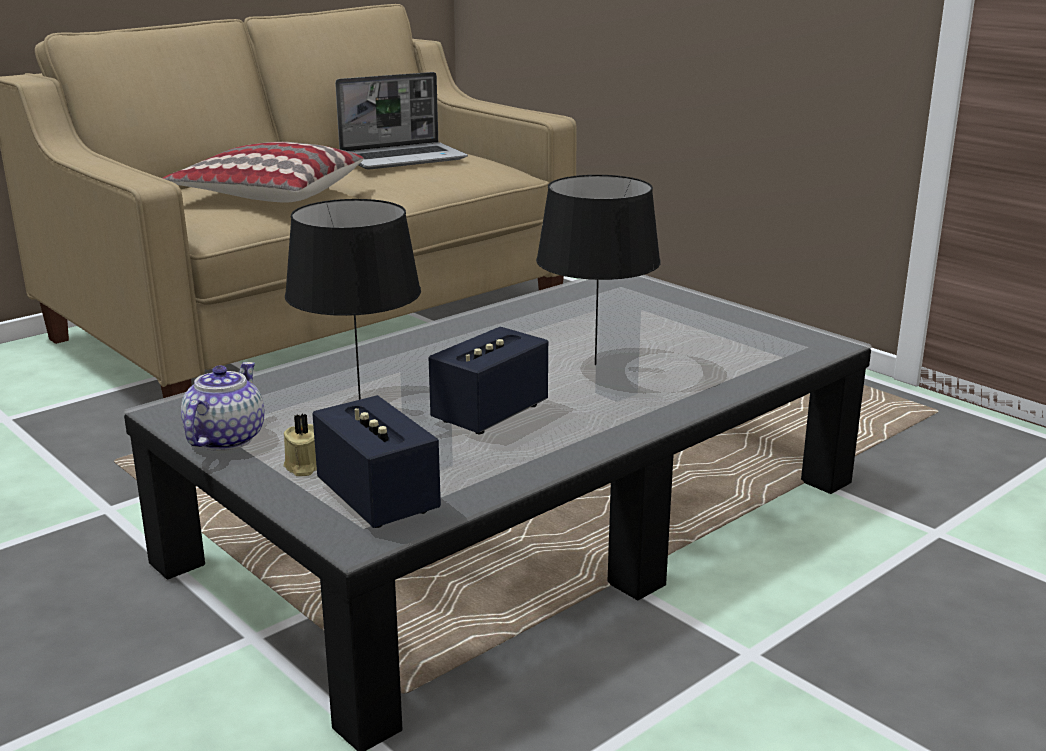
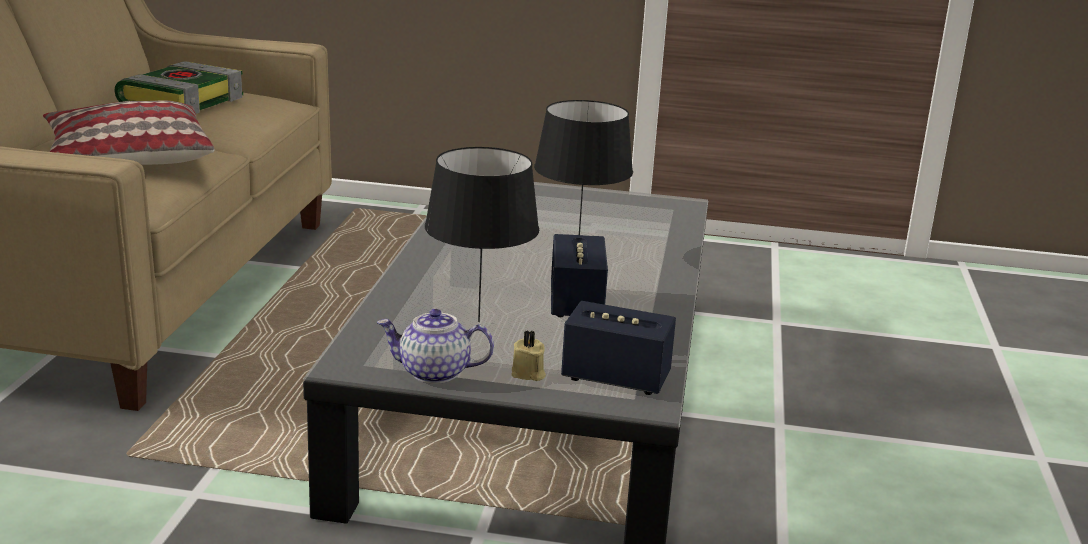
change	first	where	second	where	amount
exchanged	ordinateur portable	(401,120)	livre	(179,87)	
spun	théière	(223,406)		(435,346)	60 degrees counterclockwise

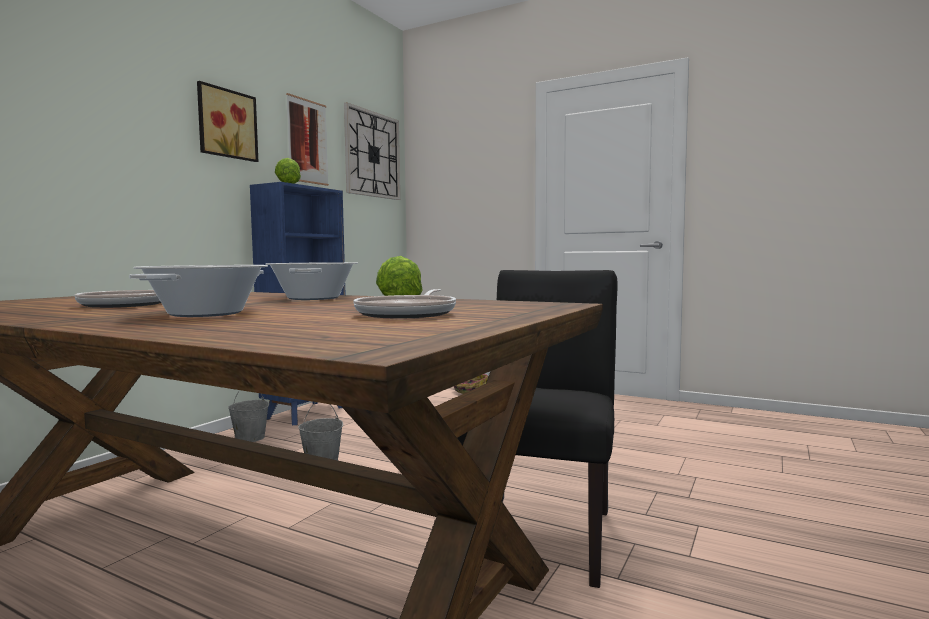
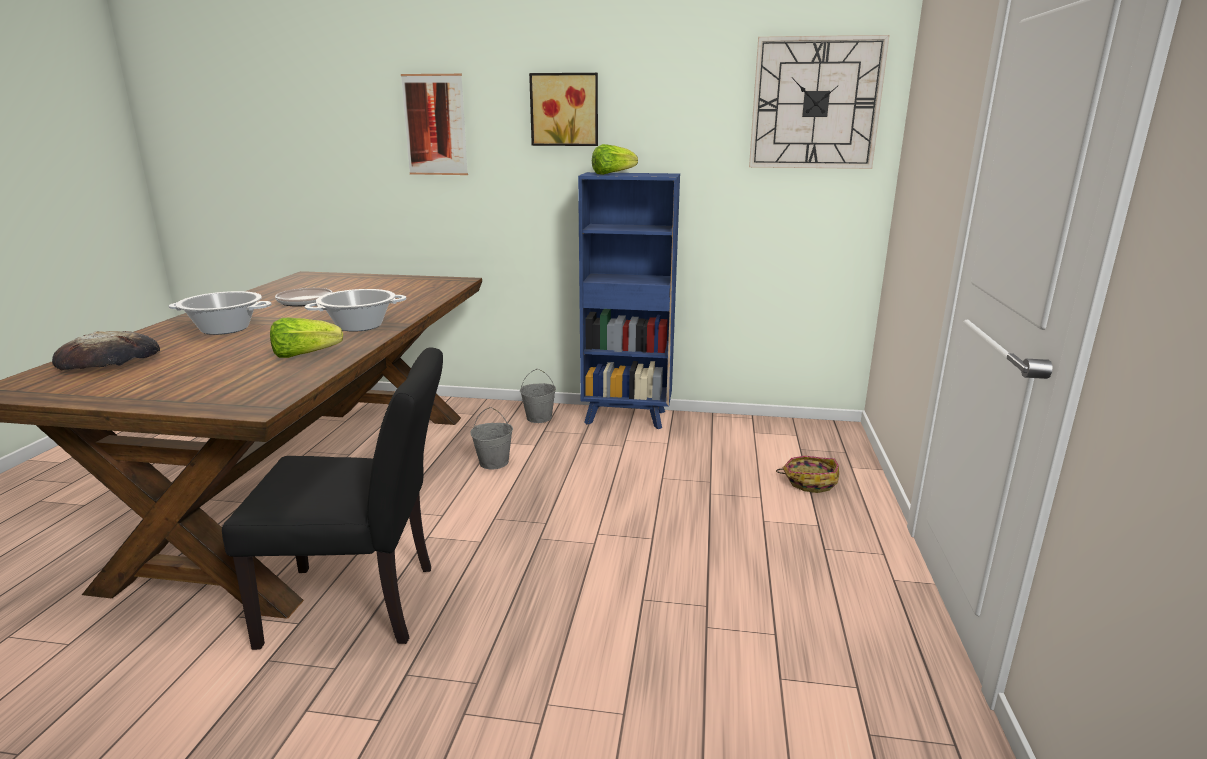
change	first	where	second	where	amount
appeared			pain	(106,351)	
relocated	tableau	(307,139)		(434,124)	
missing	poêle	(404,303)			

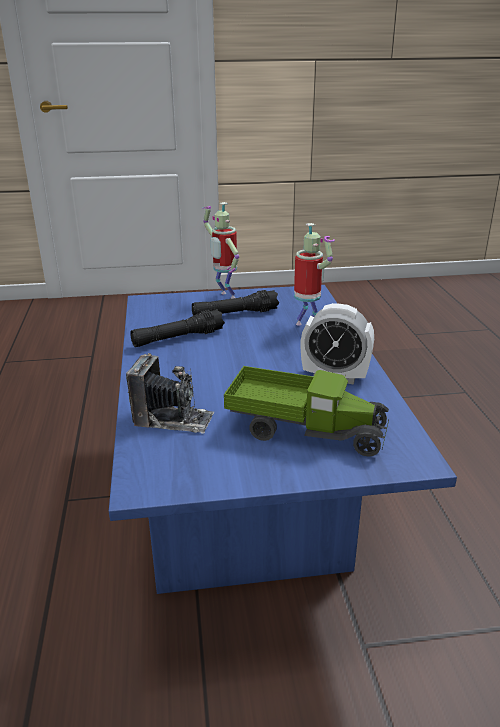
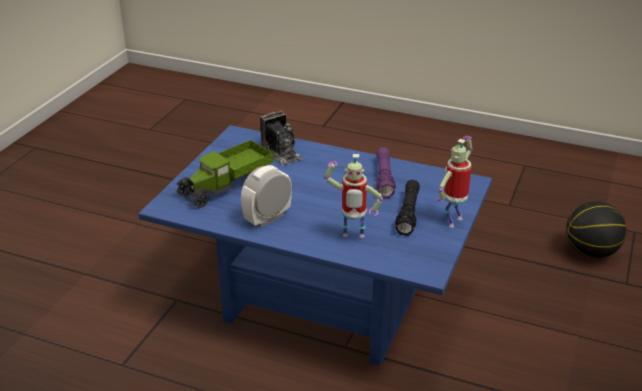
change	first	where	second	where	amount
spun	appareil photo	(170,393)		(281,138)	75 degrees counterclockwise
colour	lampe de poche (noir)	(177,328)	lampe de poche (violet)	(386,172)	
spun	robot jouet	(220,250)		(454,182)	45 degrees counterclockwise
appeared			ballon de basket	(596,229)	

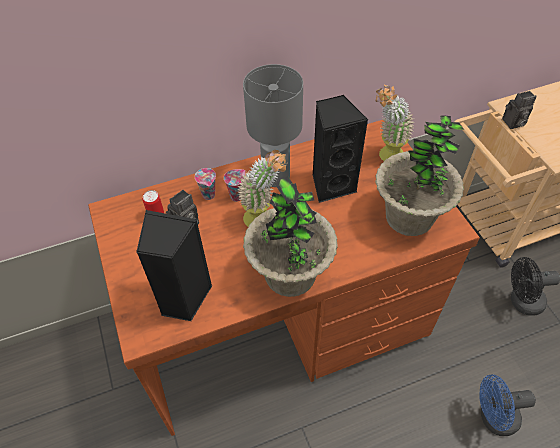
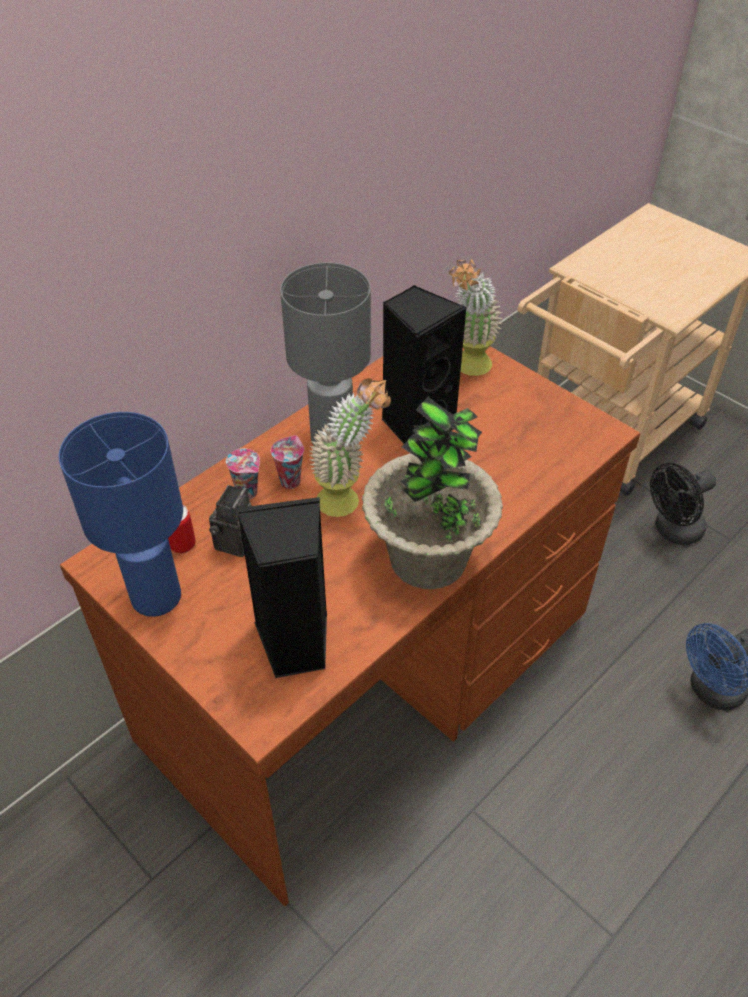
change	first	where	second	where	amount
appeared			lampe de table (bleu)	(120,514)	
missing	plante en pot	(419,175)			
missing	appareil photo	(519,110)			

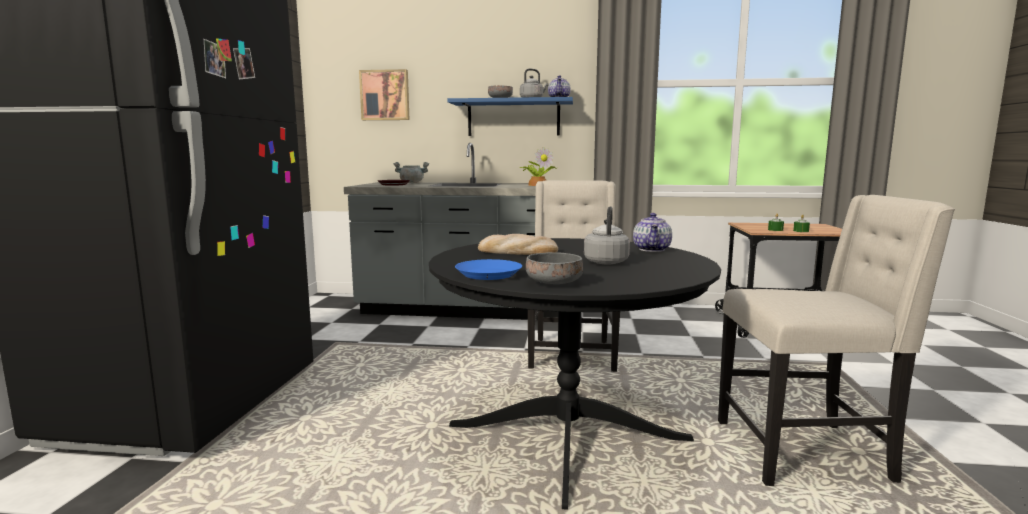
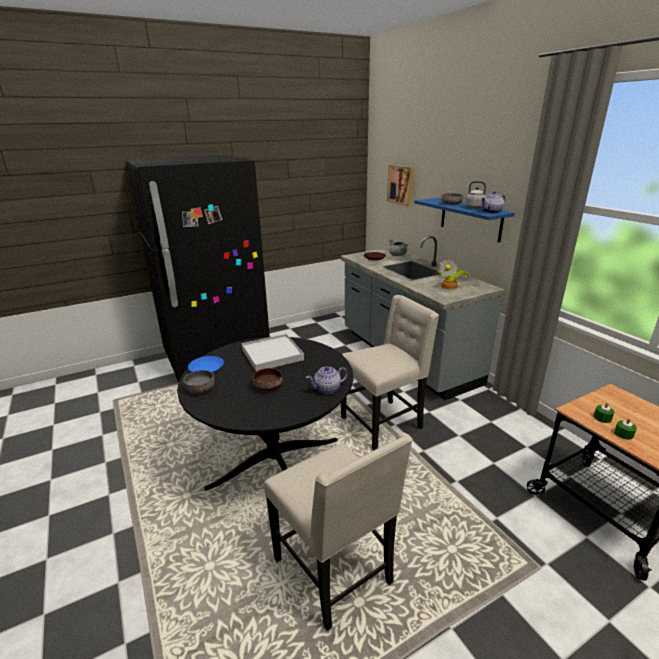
change	first	where	second	where	amount
exchanged	pain	(518,244)	plateau (blanc)	(273,353)	
exchanged	bouilloire (gris)	(607,235)	bol (marron)	(268,379)	

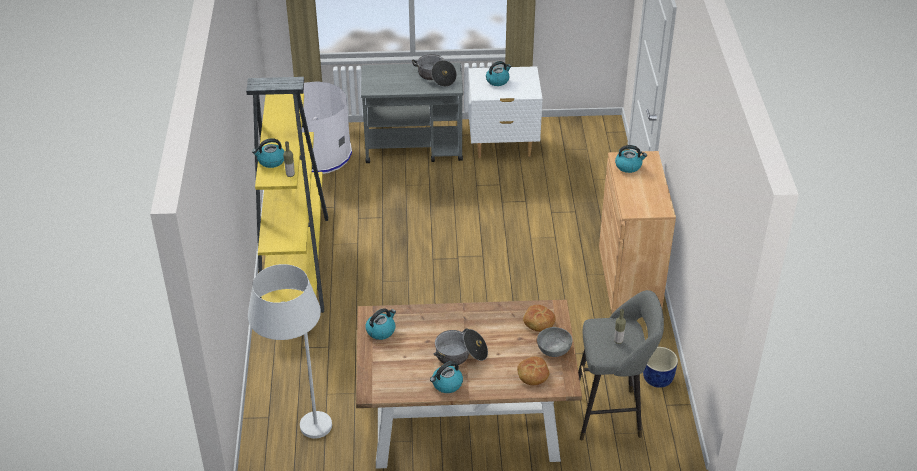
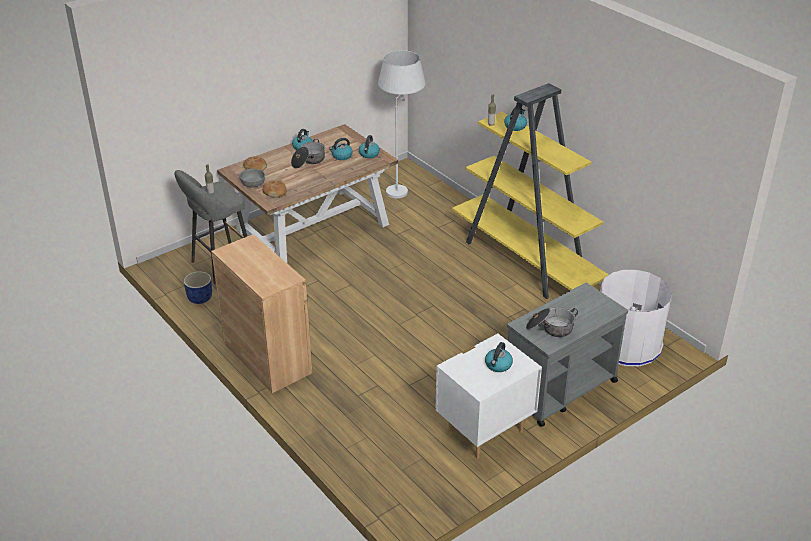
change	first	where	second	where	amount
relocated	bouilloire	(631,159)		(341,149)	

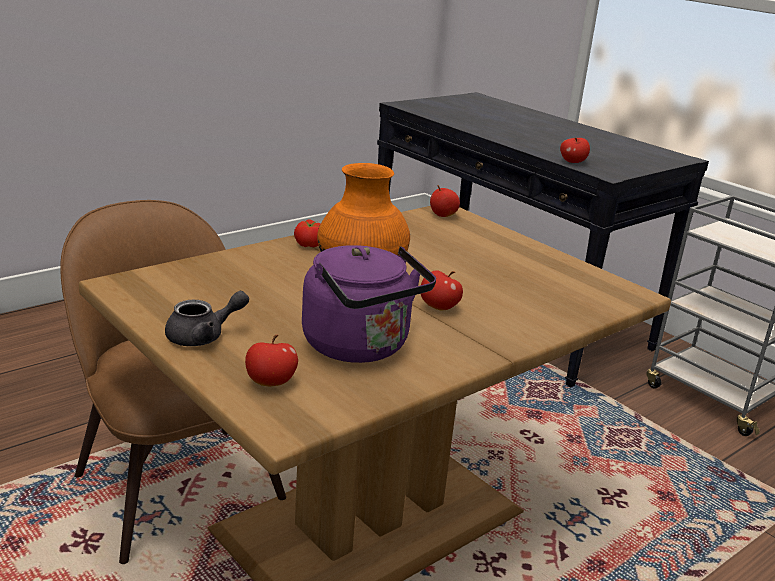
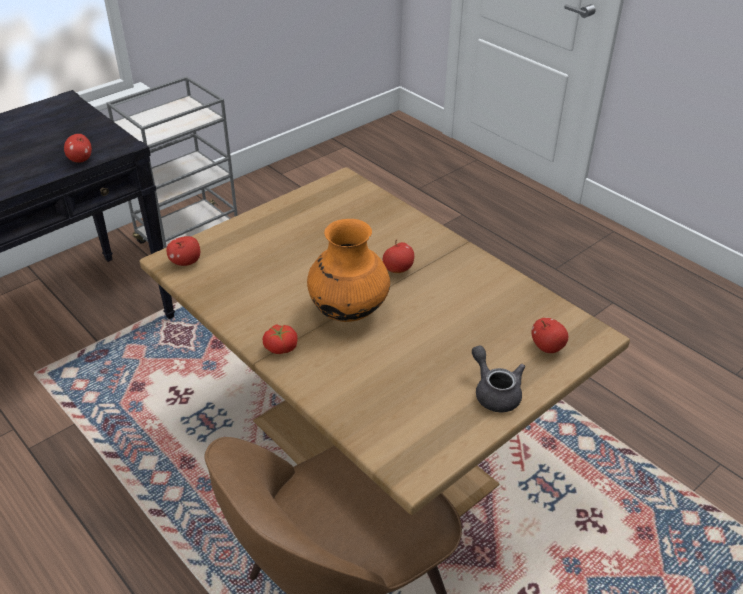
change	first	where	second	where	amount
missing	bouilloire (violet)	(369,304)			

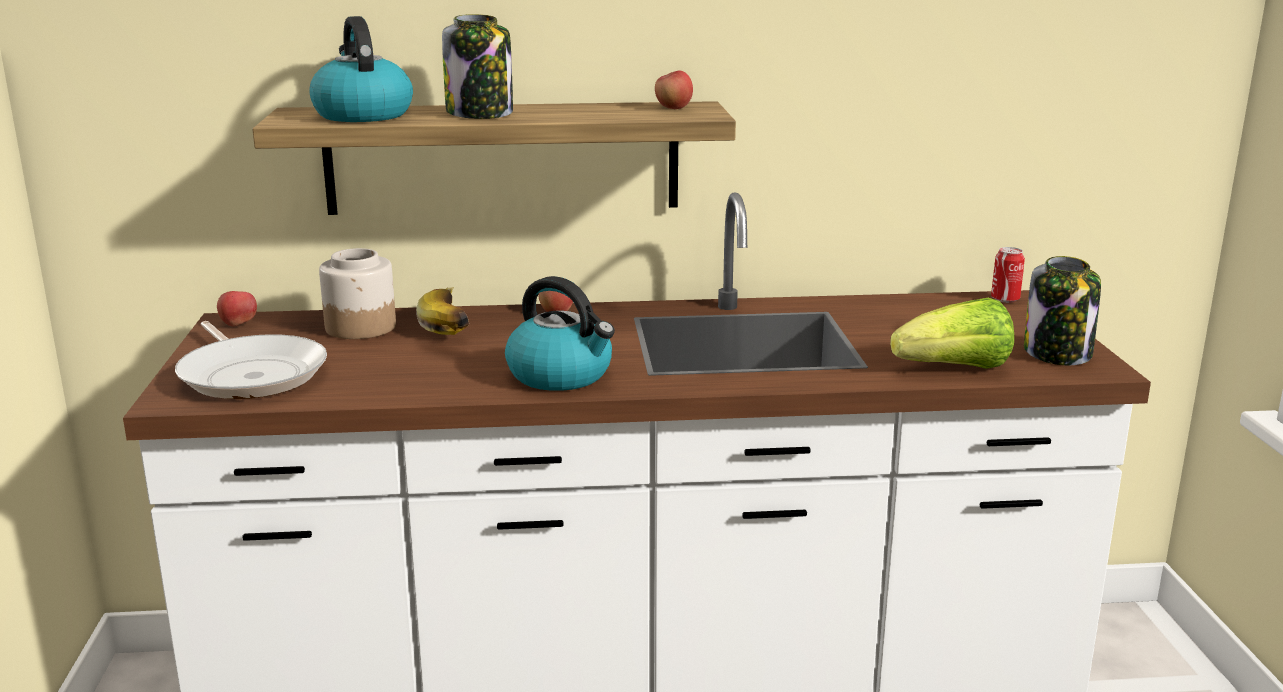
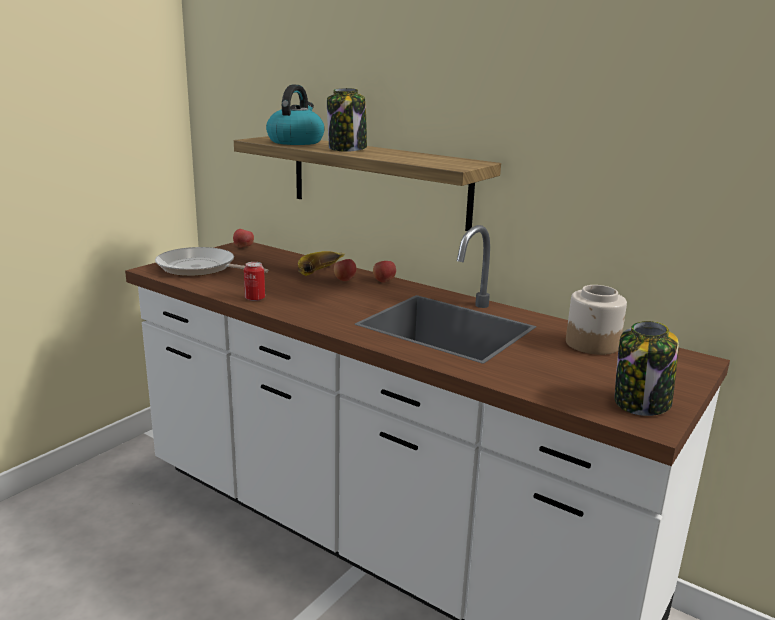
change	first	where	second	where	amount
spun	poêle	(251,360)		(211,261)	105 degrees clockwise
relocated	boîte métallique	(1008,275)		(254,281)	
relocated	pomme	(674,90)		(345,270)	
relocated	bocal	(357,293)		(596,320)	
missing	bouilloire	(560,333)			
missing	laitue	(952,333)			

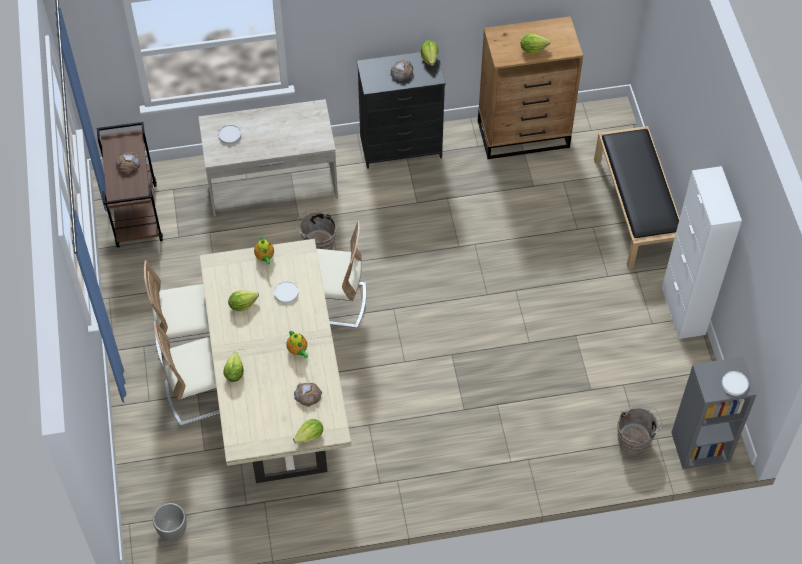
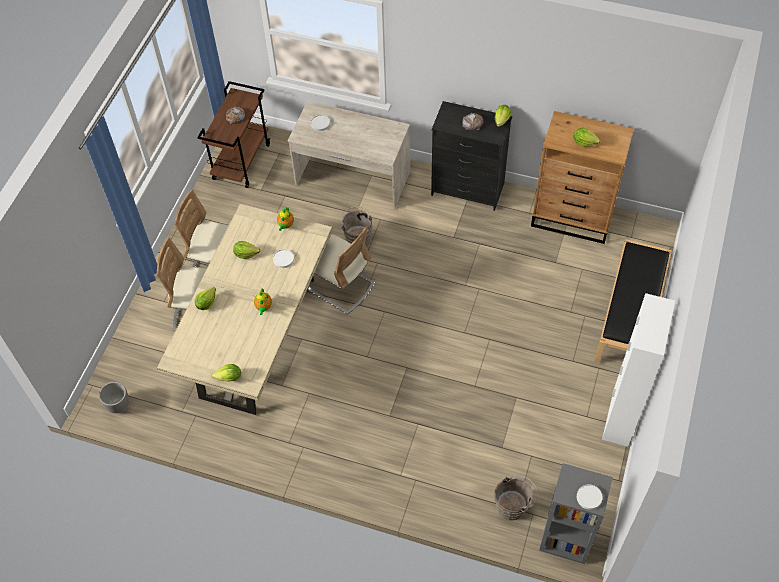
change	first	where	second	where	amount
missing	pain	(308,395)			

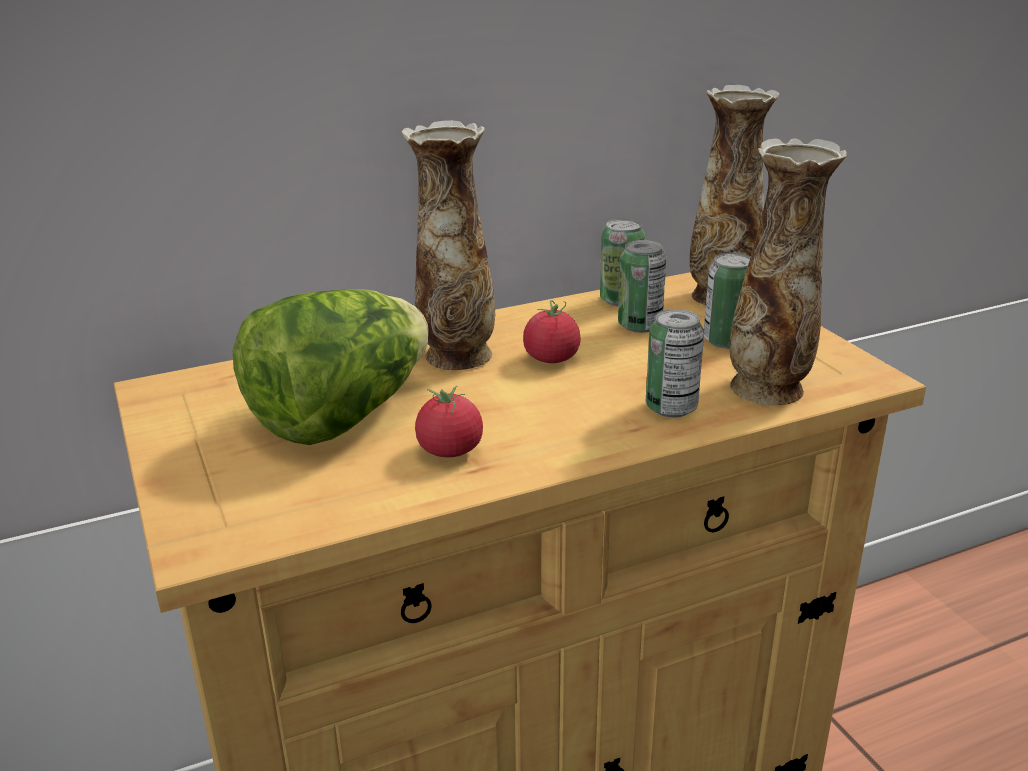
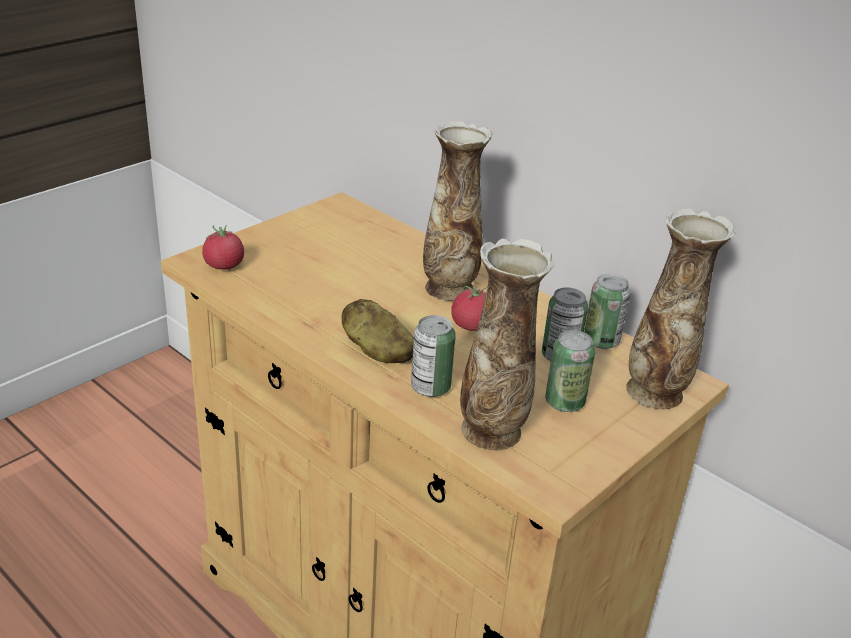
change	first	where	second	where	amount
relocated	tomate	(449,421)		(223,247)	
appeared			pomme de terre	(378,331)	
missing	laitue	(331,367)			

